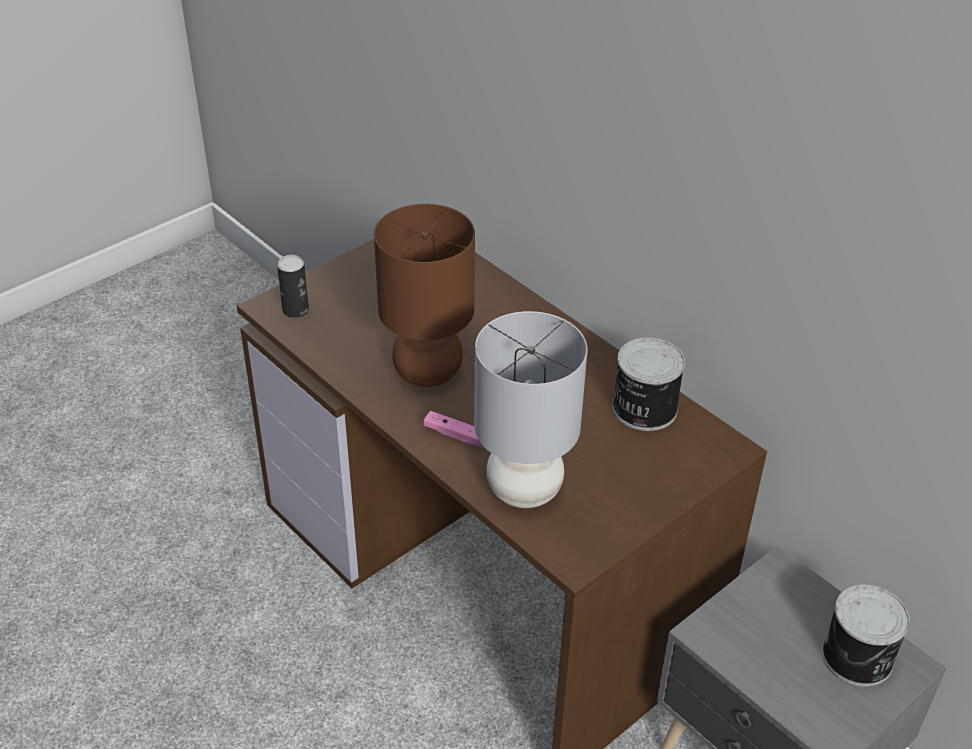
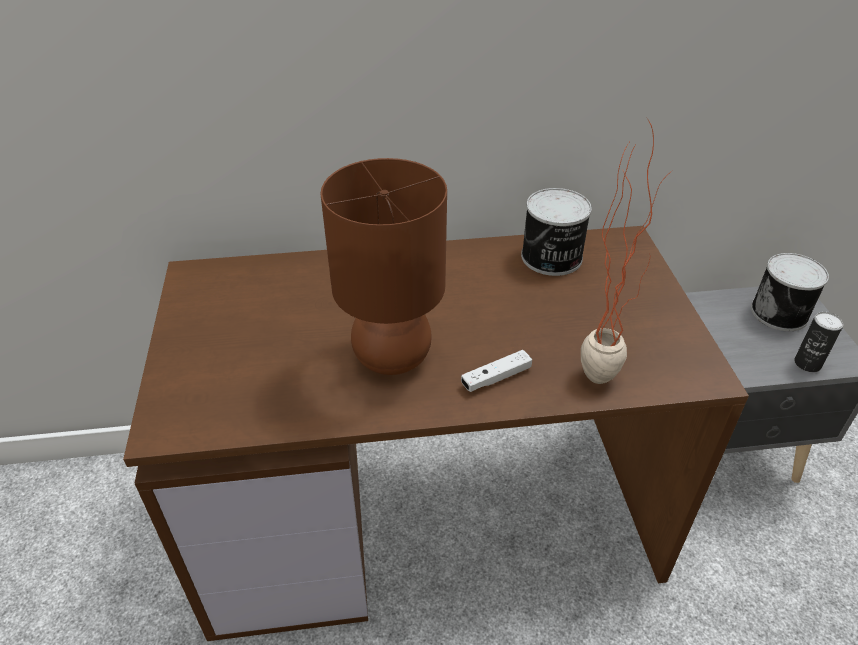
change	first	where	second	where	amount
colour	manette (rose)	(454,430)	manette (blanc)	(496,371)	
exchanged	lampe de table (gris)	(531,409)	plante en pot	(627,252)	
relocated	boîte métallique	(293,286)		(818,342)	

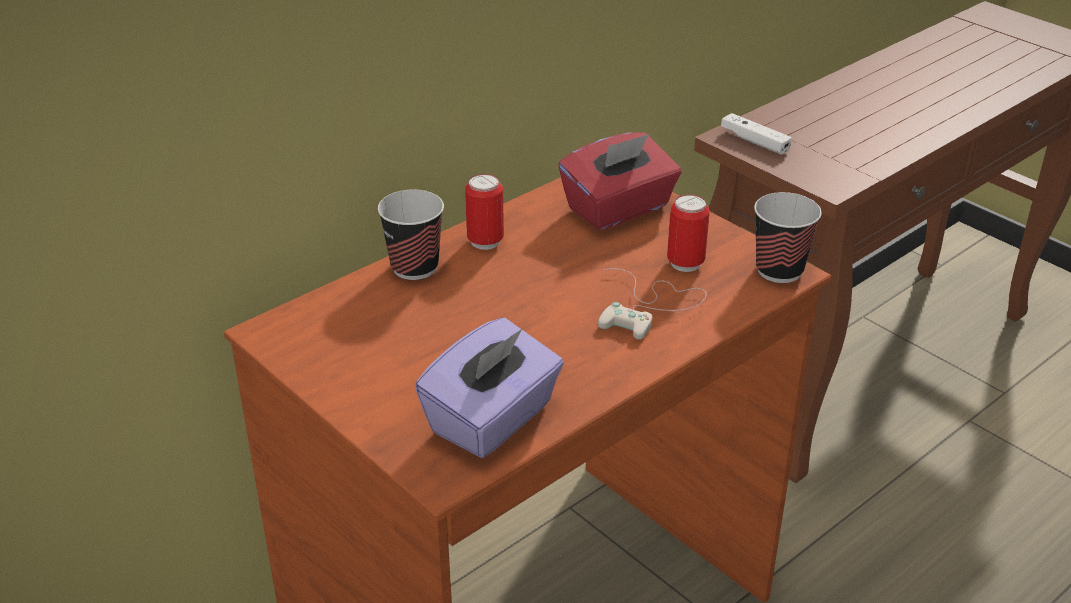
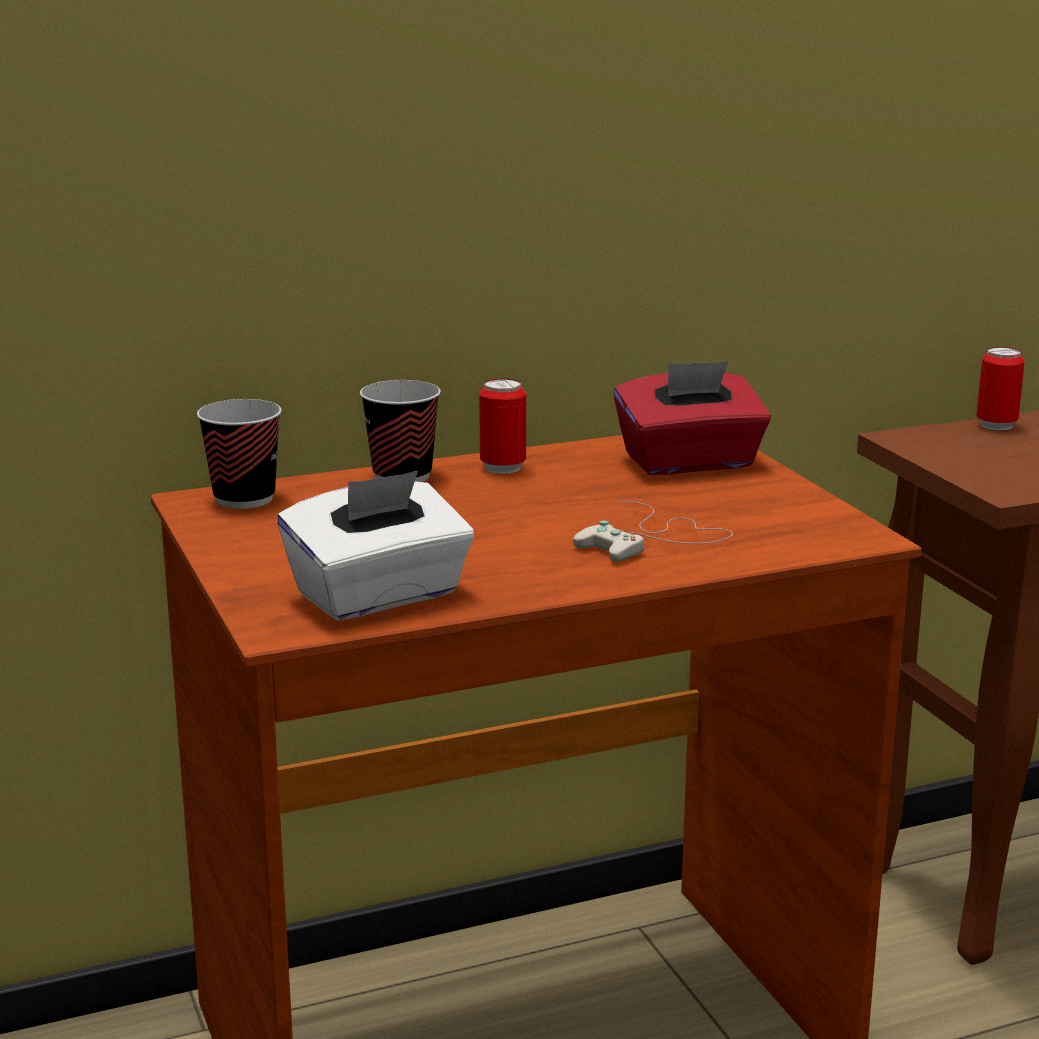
change	first	where	second	where	amount
relocated	tasse	(788,237)		(239,454)	
colour	boîte à mouchoirs (violet)	(489,388)	boîte à mouchoirs (blanc)	(376,546)	
relocated	boîte métallique	(688,233)		(1000,388)	
missing	manette (blanc)	(756,133)			

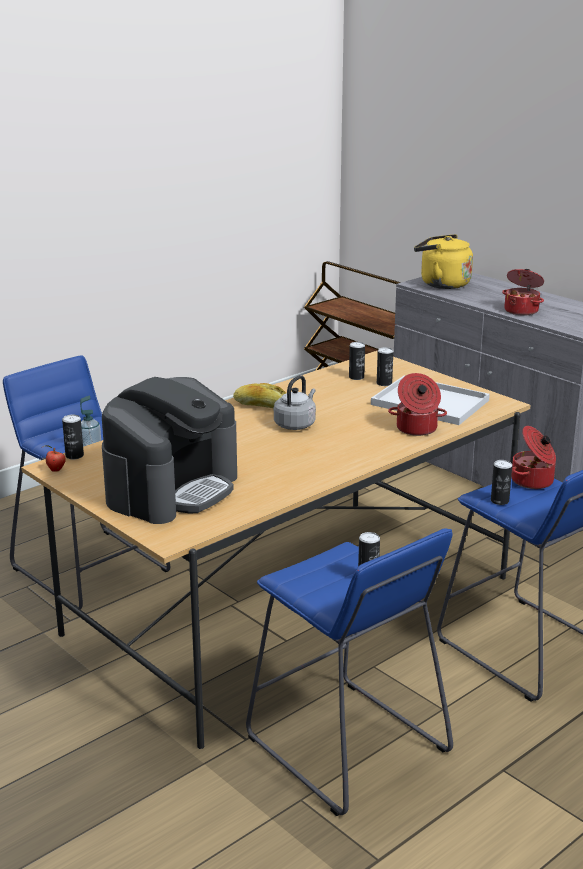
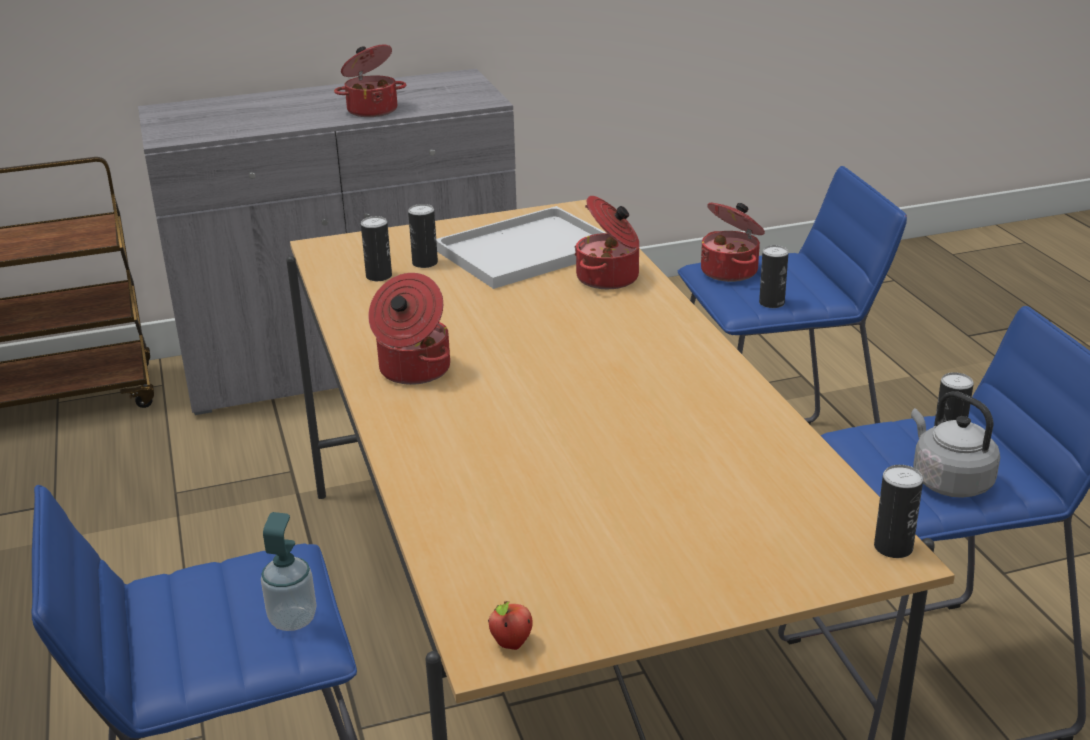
change	first	where	second	where	amount
exchanged	pain	(259,395)	marmite	(409,329)	
relocated	boîte métallique	(73,437)		(898,511)	
relocated	bouilloire (gris)	(295,402)		(955,444)	
missing	machine à café	(169,450)			
missing	bouilloire (jaune)	(443,261)			

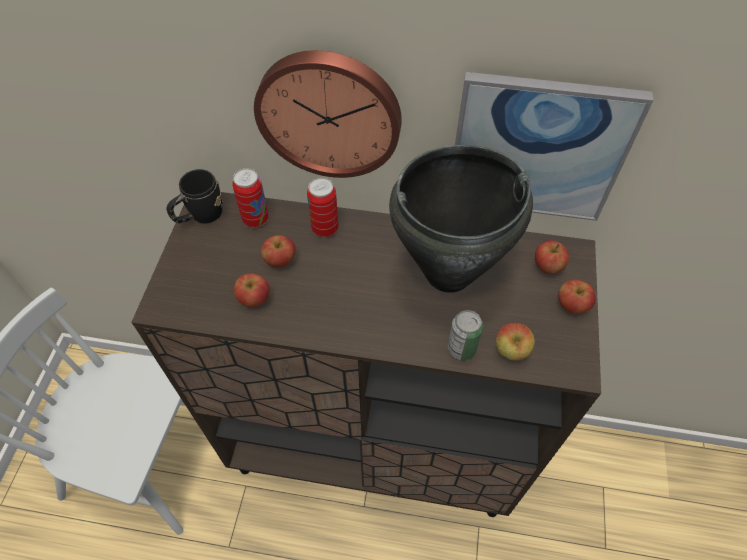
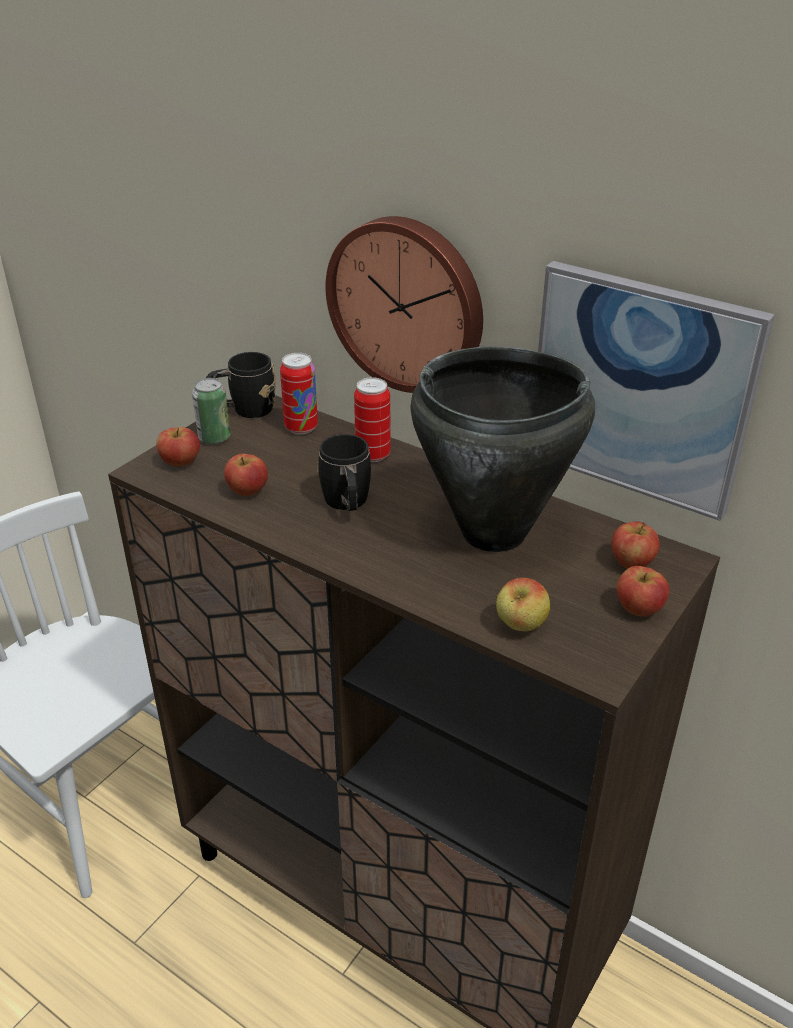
change	first	where	second	where	amount
relocated	pomme	(278,251)		(178,447)	
relocated	boîte métallique	(465,335)		(211,411)	
appeared			mug (noir)	(344,472)	

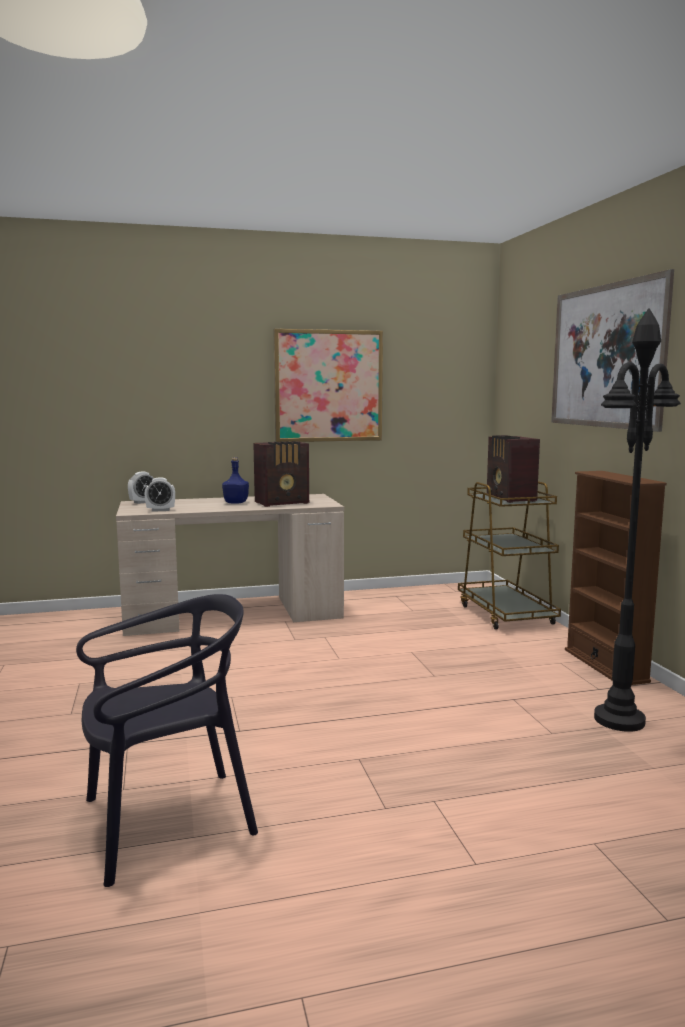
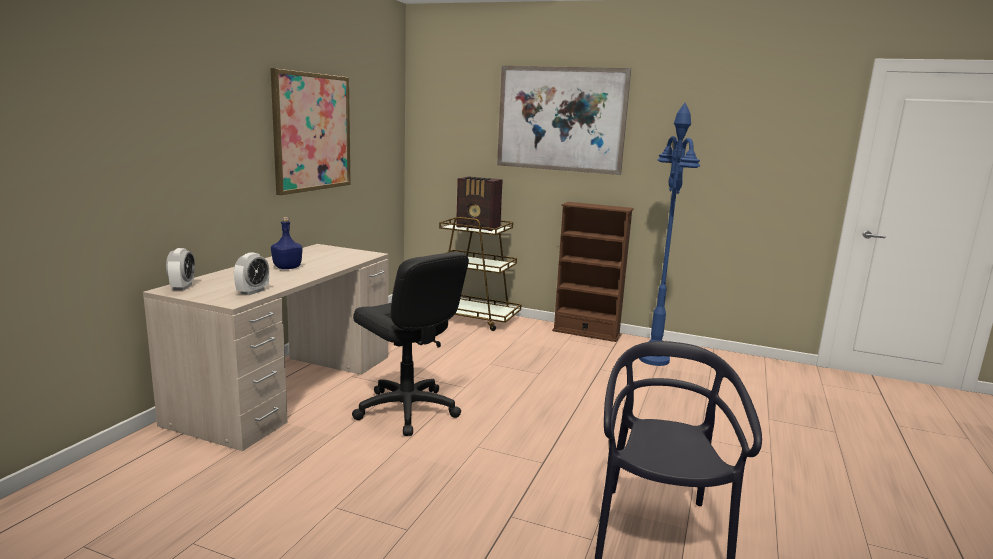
change	first	where	second	where	amount
appeared			chaise de bureau (noir)	(410,344)	
colour	lampadaire (noir)	(637,520)	lampadaire (bleu)	(669,234)	
missing	radio	(281,474)			

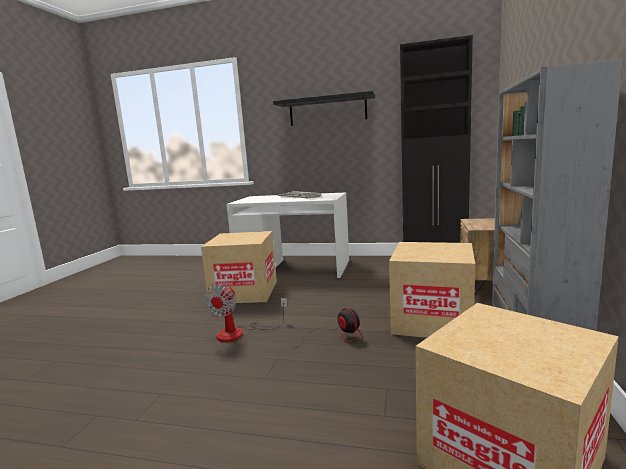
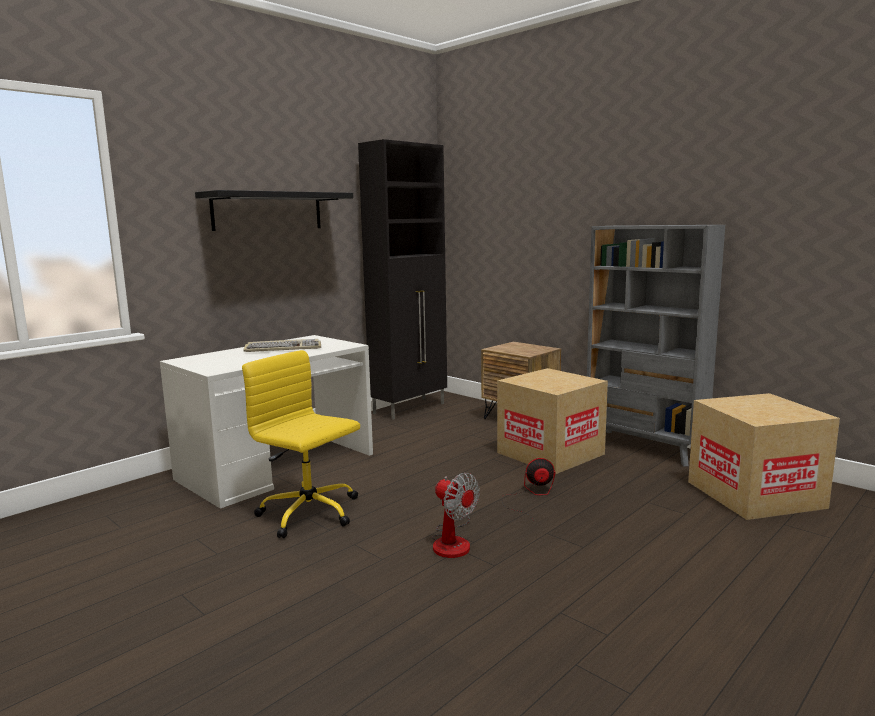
change	first	where	second	where	amount
exchanged	carton	(239,267)	chaise de bureau (jaune)	(301,444)	

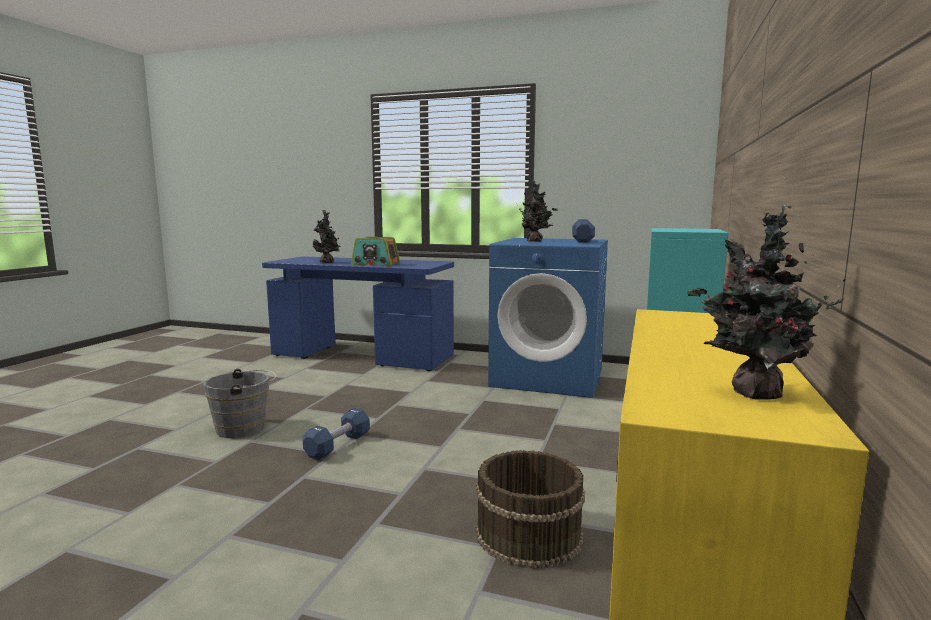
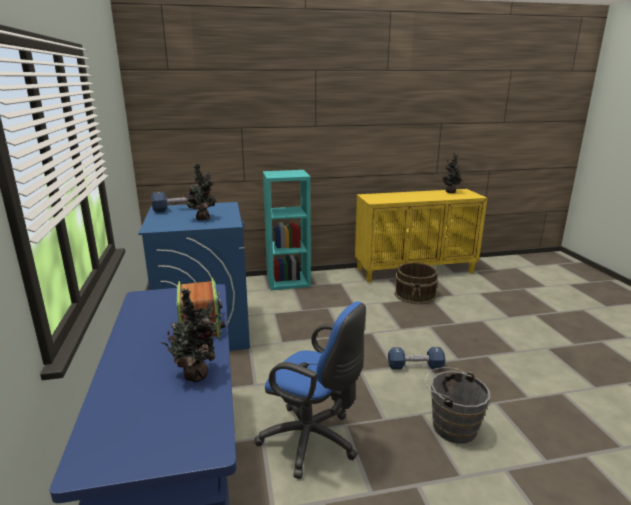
change	first	where	second	where	amount
appeared			chaise de bureau (bleu)	(310,390)	

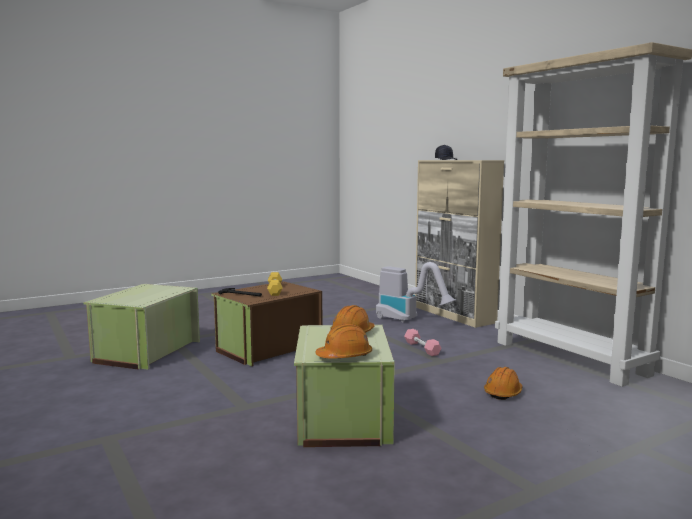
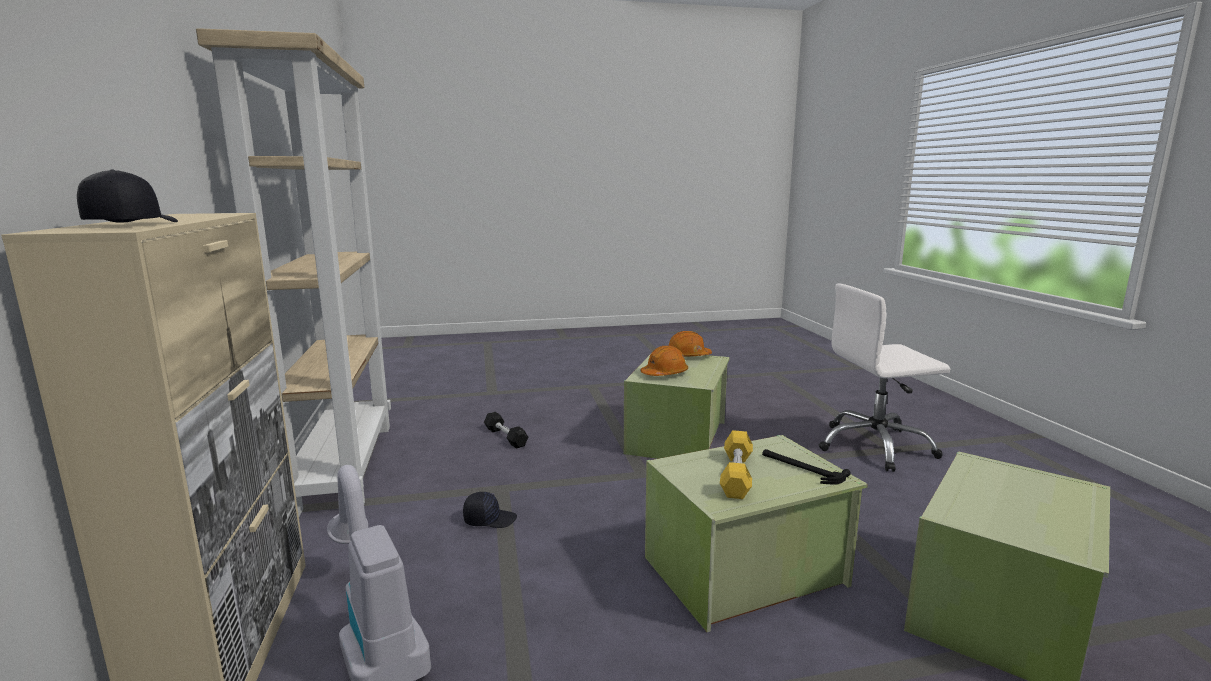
change	first	where	second	where	amount
exchanged	haltère (rose)	(422,342)	casquette (noir)	(490,510)	
exchanged	casque de chantier (orange)	(503,383)	haltère (noir)	(506,430)	
colour	boîte de rangement (marron)	(266,323)	boîte de rangement (vert)	(756,533)	
appeared			chaise de bureau (blanc)	(884,377)	

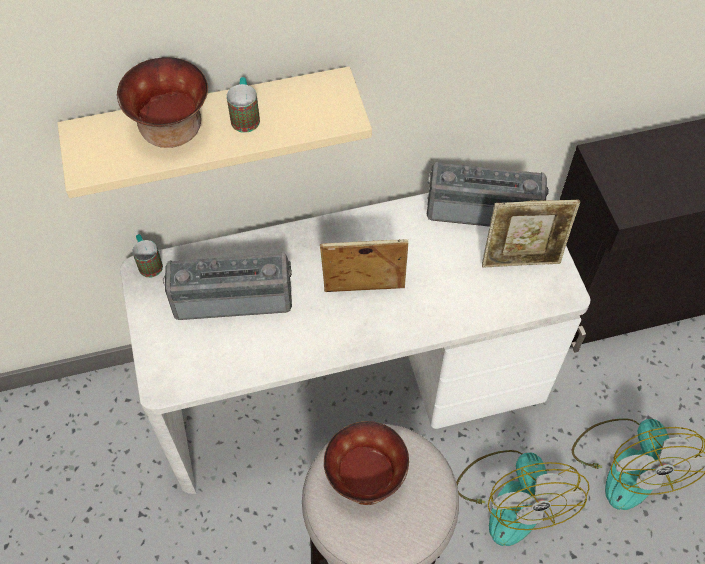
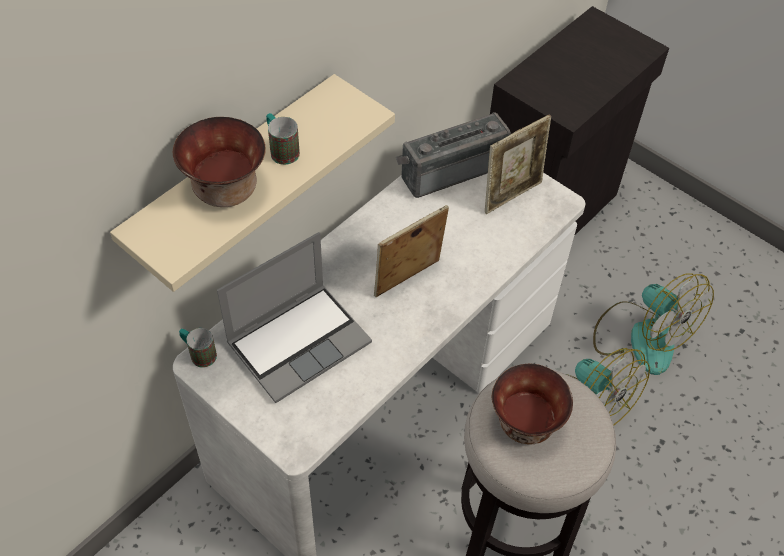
change	first	where	second	where	amount
exchanged	radio	(227,286)	ordinateur portable	(294,317)	

